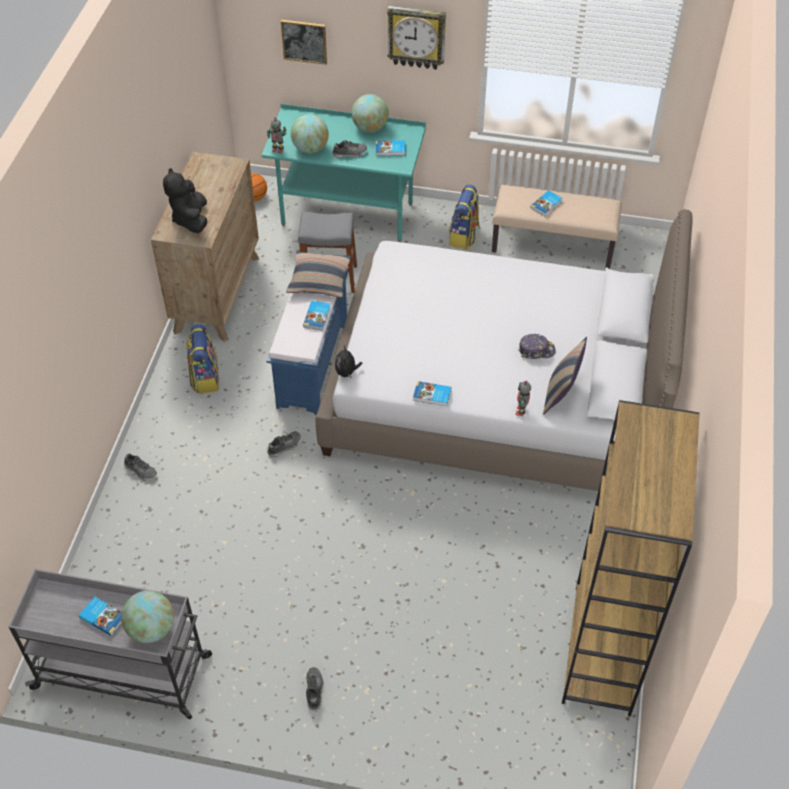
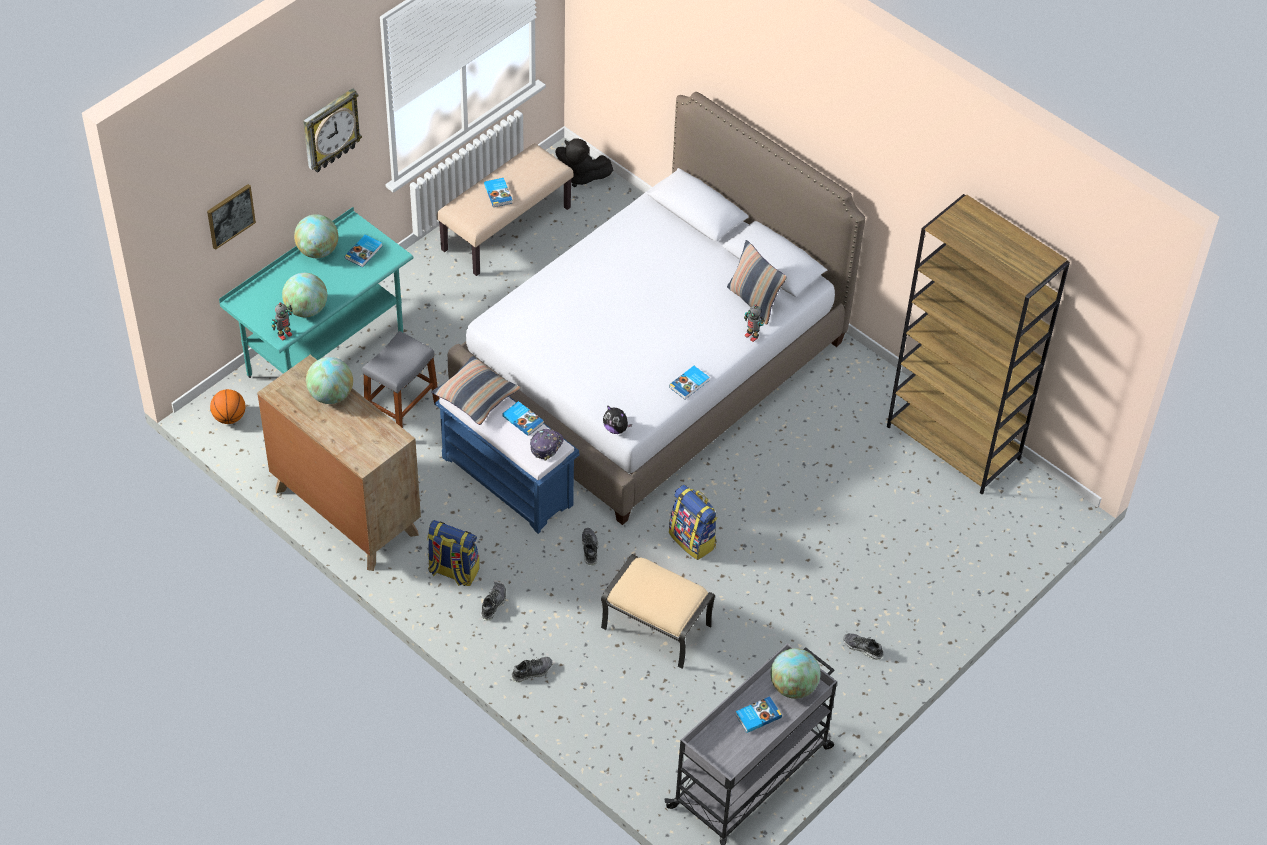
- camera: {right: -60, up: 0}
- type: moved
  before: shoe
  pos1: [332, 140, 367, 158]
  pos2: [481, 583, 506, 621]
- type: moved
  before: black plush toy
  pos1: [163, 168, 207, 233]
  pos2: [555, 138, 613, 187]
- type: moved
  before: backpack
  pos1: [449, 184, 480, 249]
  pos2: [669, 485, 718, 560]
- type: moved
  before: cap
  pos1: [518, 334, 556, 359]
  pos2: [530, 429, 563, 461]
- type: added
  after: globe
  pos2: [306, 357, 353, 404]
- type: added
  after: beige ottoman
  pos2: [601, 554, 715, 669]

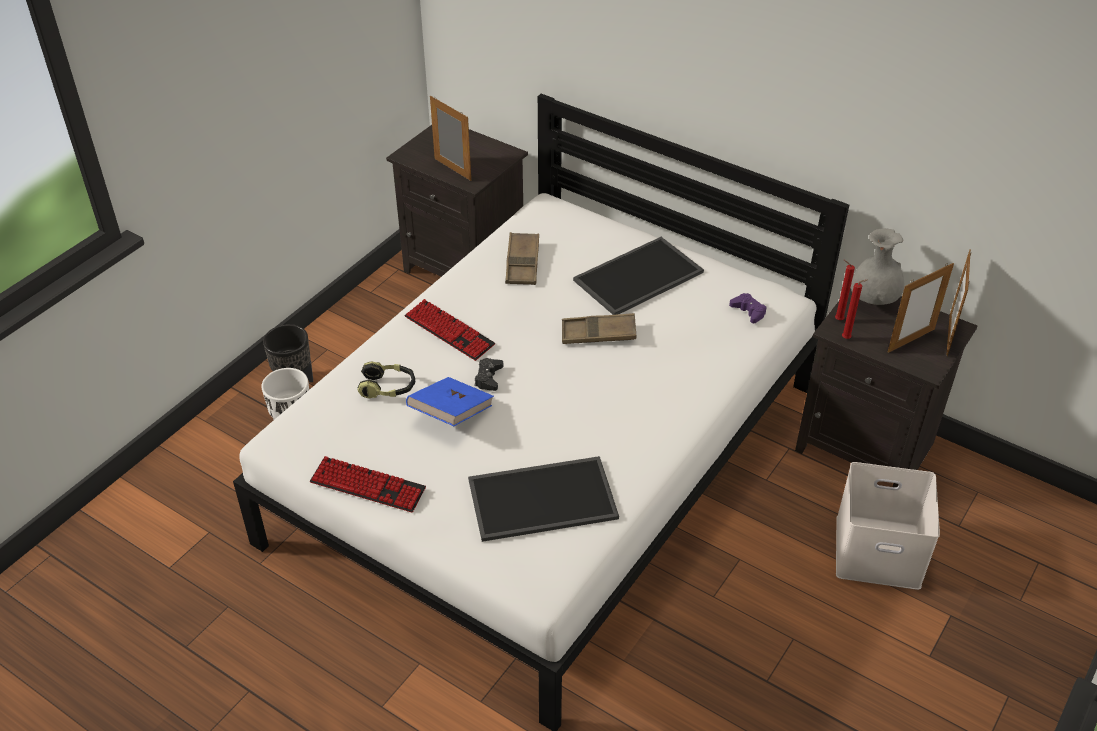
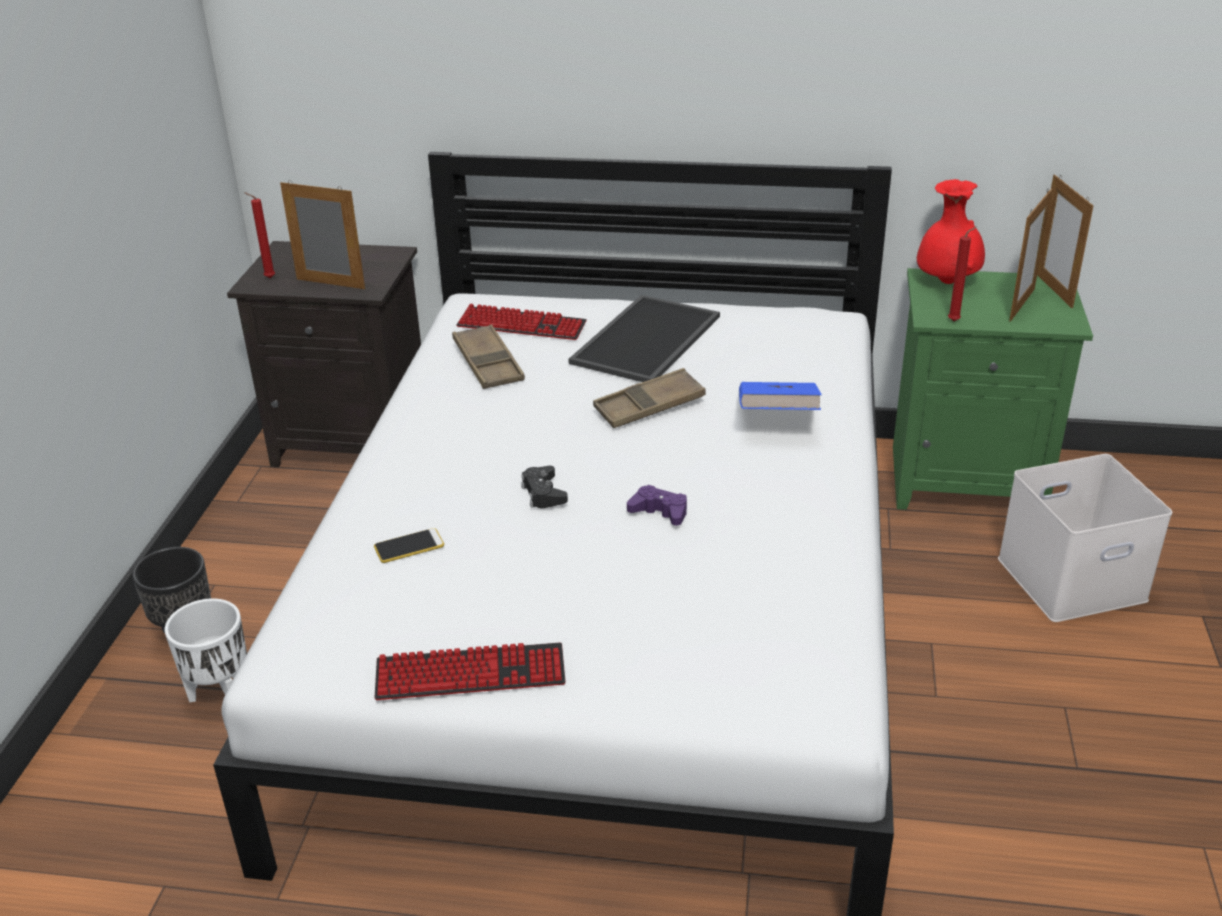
- camera: {right: -25, up: -10}
- type: recoloured
  before: grey vase
  after: red vase
  pos1: [850, 228, 904, 305]
  pos2: [917, 179, 985, 284]
- type: moved
  before: red candle
  pos1: [835, 260, 855, 320]
  pos2: [244, 192, 275, 278]
- type: recoloured
  before: black nightstand
  after: green nightstand
  pos1: [795, 288, 977, 487]
  pos2: [893, 268, 1093, 510]
- type: moved
  before: purple game controller
  pos1: [729, 293, 766, 323]
  pos2: [627, 485, 687, 526]
- type: moved
  before: keyboard
  pos1: [405, 299, 495, 361]
  pos2: [456, 304, 587, 340]
- type: replaced
  before: headphones
  after: phone
  pos1: [357, 361, 415, 399]
  pos2: [374, 528, 444, 563]
- type: moved
  before: blue book
  pos1: [406, 377, 494, 426]
  pos2: [739, 382, 822, 410]
- type: removed
  before: tray
  pos1: [468, 456, 619, 542]

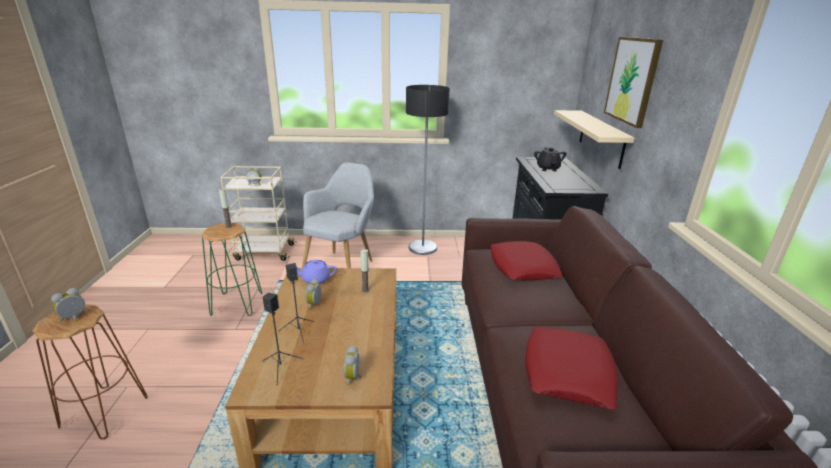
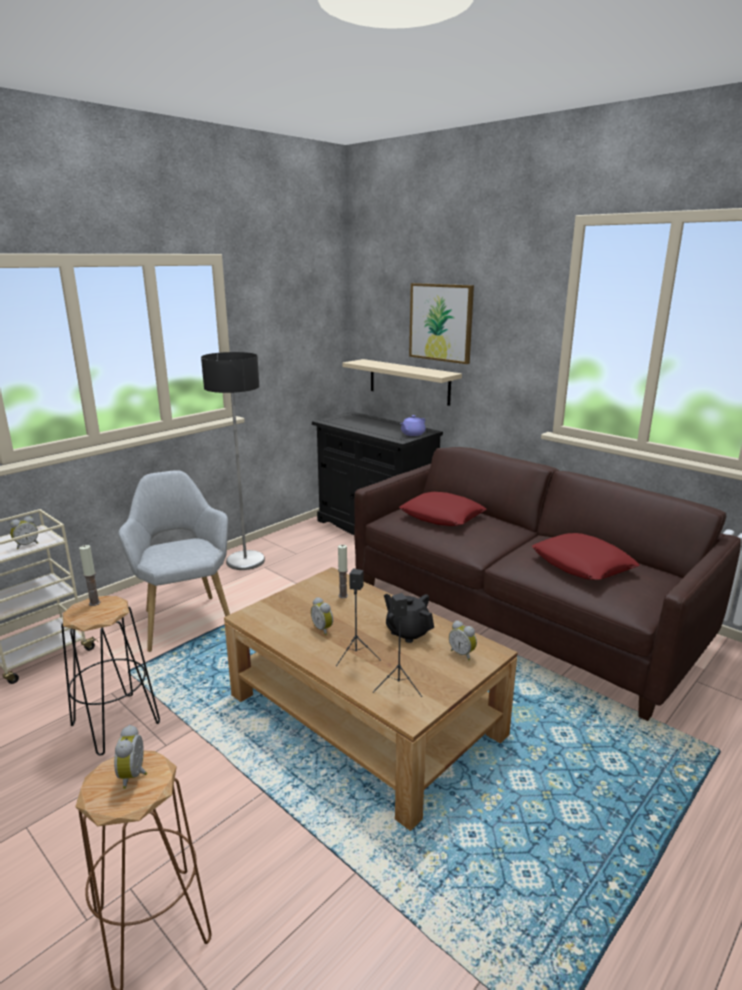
- camera: {right: -45, up: -5}
- type: moved
  before: black teapot
  pos1: [534, 148, 567, 171]
  pos2: [384, 594, 434, 643]
- type: recoloured
  before: green stool
  after: black stool
  pos1: [202, 223, 263, 316]
  pos2: [61, 596, 160, 756]
- type: moved
  before: purple teapot
  pos1: [296, 260, 337, 284]
  pos2: [400, 415, 426, 436]

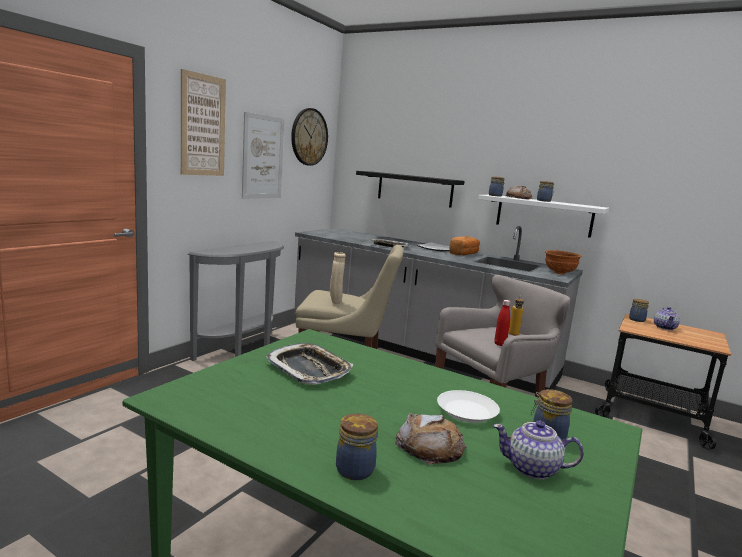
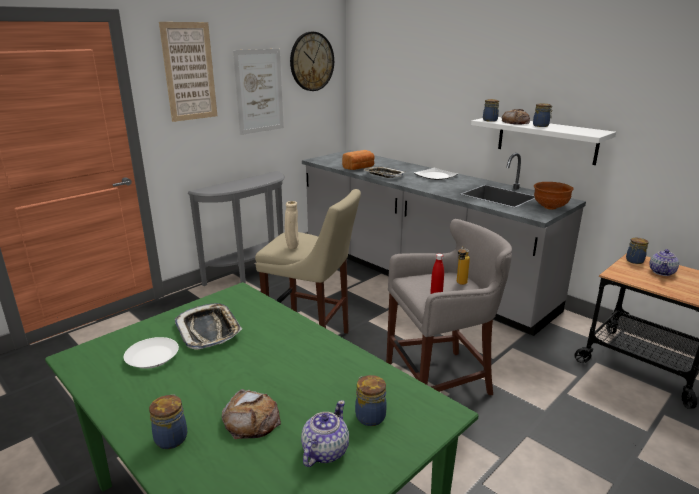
- camera: {right: 15, up: 10}
- type: removed
  before: black shelf
  pos1: [356, 171, 464, 208]
- type: moved
  before: bread
  pos1: [449, 236, 480, 255]
  pos2: [342, 150, 375, 170]
- type: moved
  before: white plate
  pos1: [437, 390, 500, 423]
  pos2: [124, 337, 179, 369]
- type: turned
  before: teapot
  pos1: [493, 421, 584, 480]
  pos2: [301, 400, 349, 467]
  turn: 90

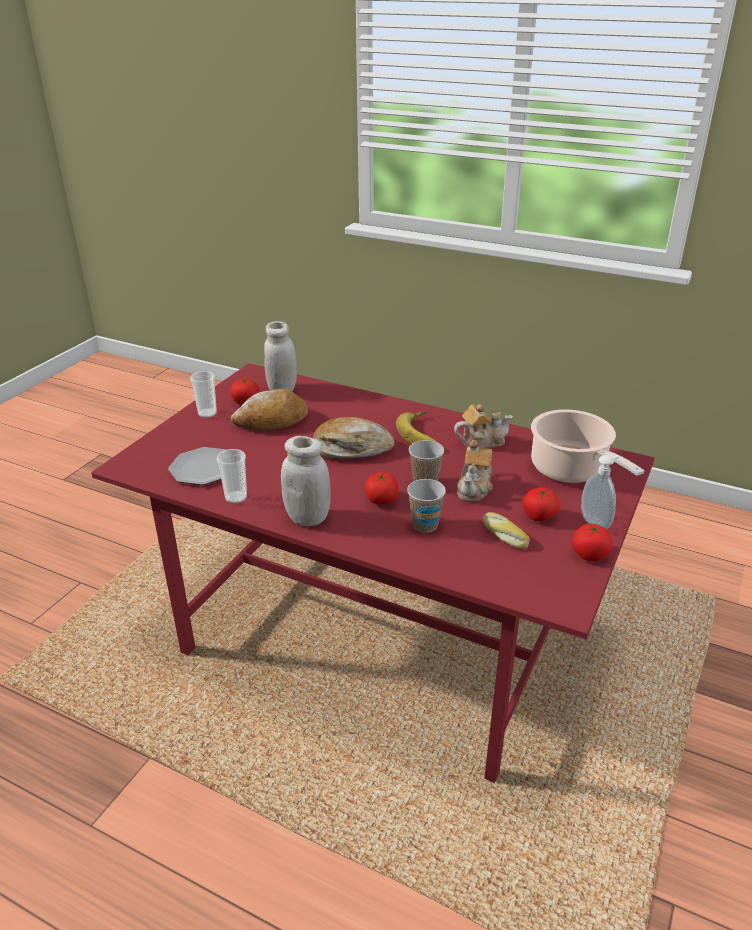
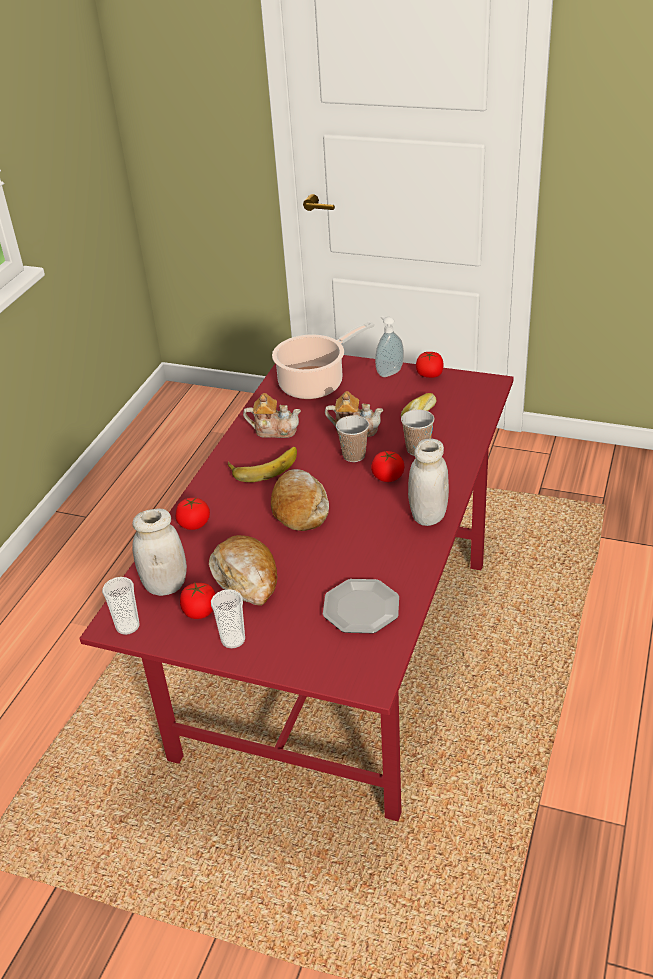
- camera: {right: -95, up: 5}
- type: turned
  before: teapot
  pos1: [454, 404, 513, 448]
  pos2: [243, 393, 301, 438]
  turn: 120
- type: moved
  before: cup
  pos1: [217, 449, 247, 504]
  pos2: [102, 577, 139, 635]
- type: moved
  before: tomato
  pos1: [523, 487, 560, 521]
  pos2: [175, 498, 210, 530]

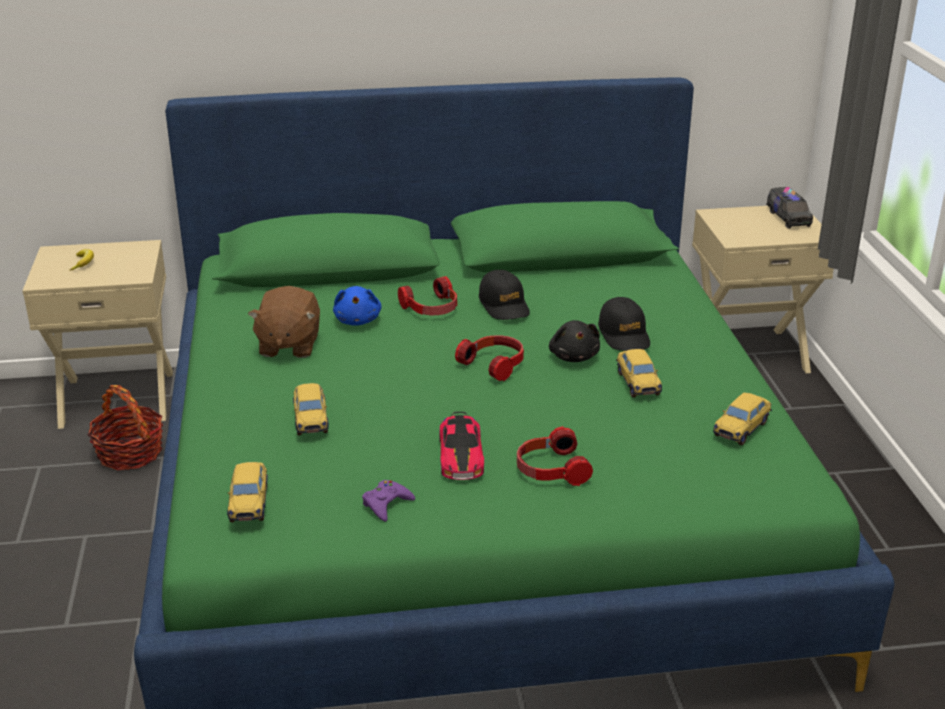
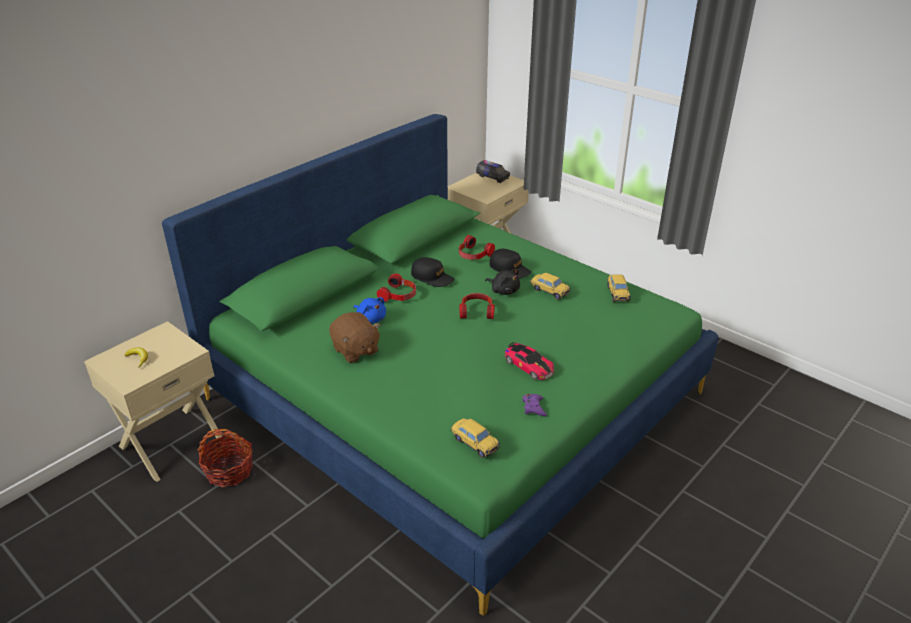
- camera: {right: -40, up: 5}
- type: removed
  before: toy car
  pos1: [293, 383, 329, 436]
- type: moved
  before: headphones
  pos1: [517, 426, 593, 486]
  pos2: [459, 235, 495, 260]

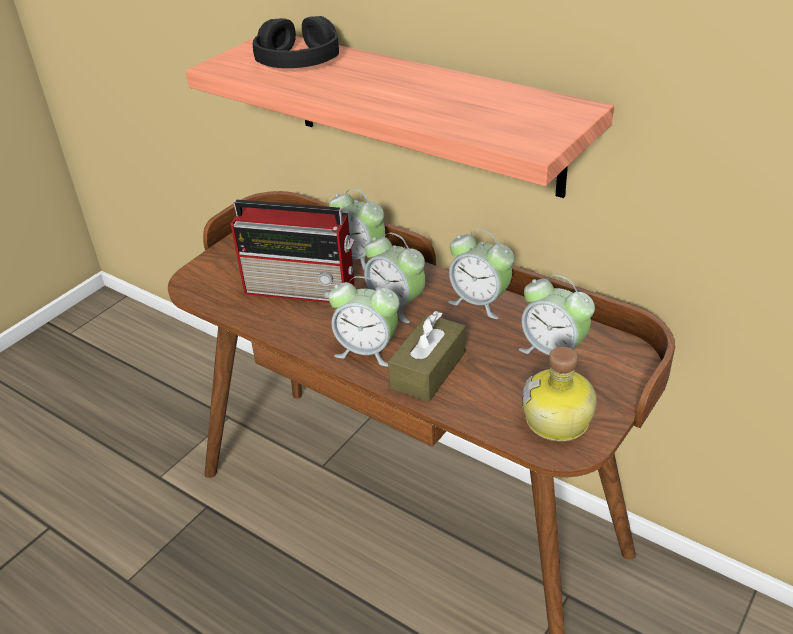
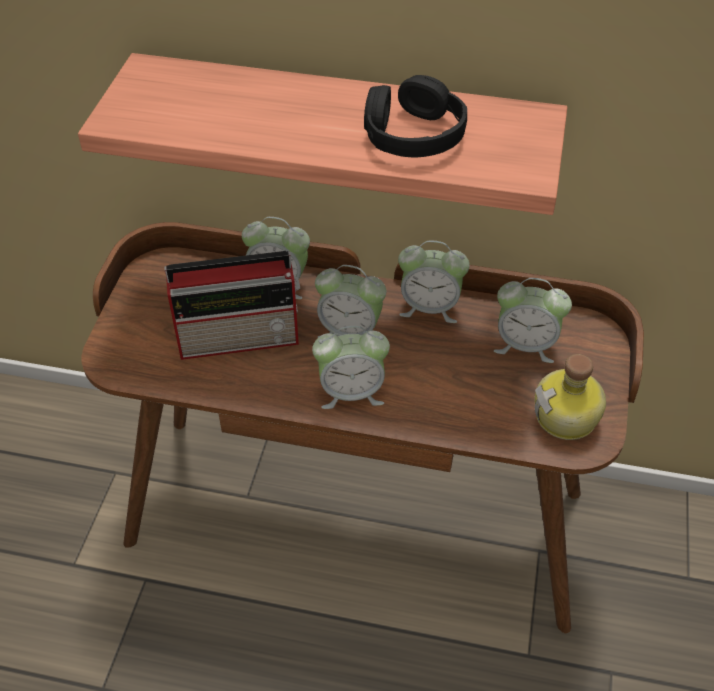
- camera: {right: -25, up: 10}
- type: moved
  before: black headphones
  pos1: [253, 16, 339, 68]
  pos2: [364, 75, 467, 157]
- type: removed
  before: brown tissue box
  pos1: [388, 311, 466, 402]

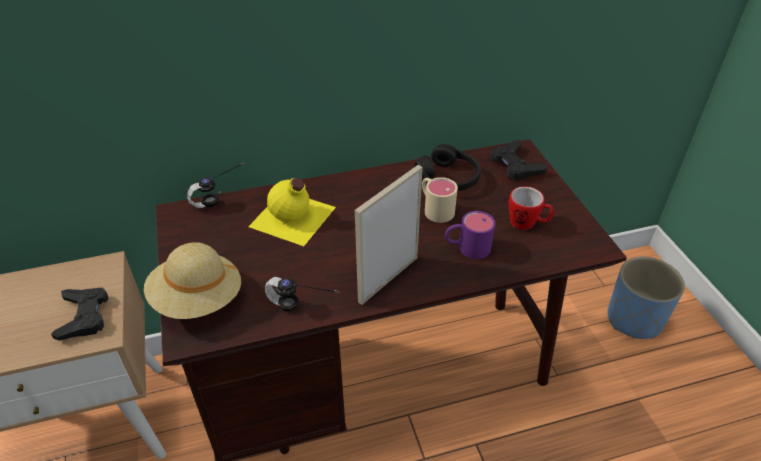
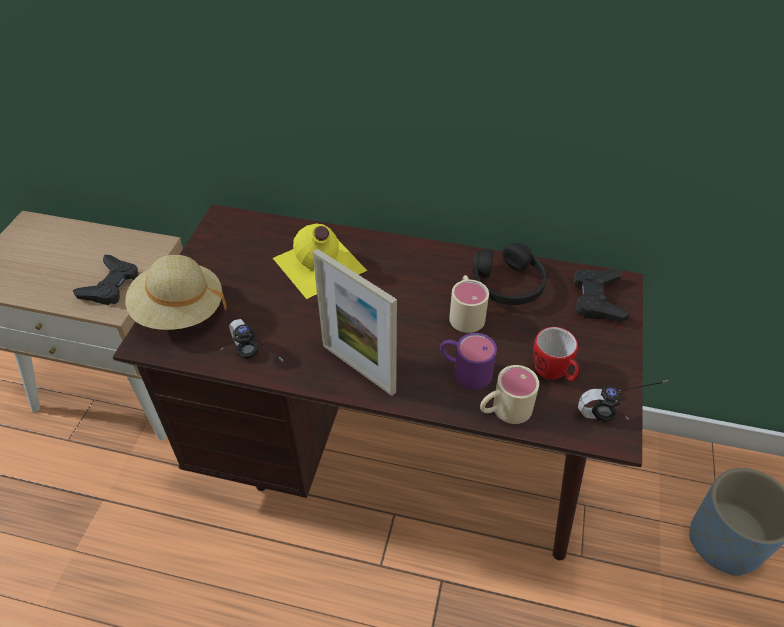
- camera: {right: 30, up: 5}
- type: moved
  before: headphones
  pos1: [187, 162, 245, 208]
  pos2: [578, 380, 669, 422]
- type: turned
  before: picture frame
  pos1: [355, 165, 423, 305]
  pos2: [312, 249, 397, 396]
  turn: -120
- type: added
  after: beige mug
  pos2: [480, 365, 539, 424]

